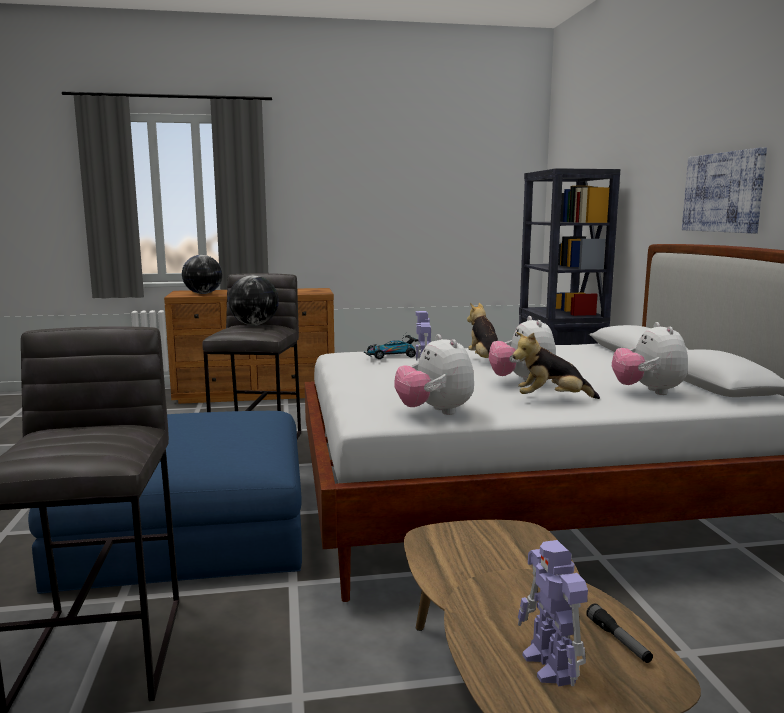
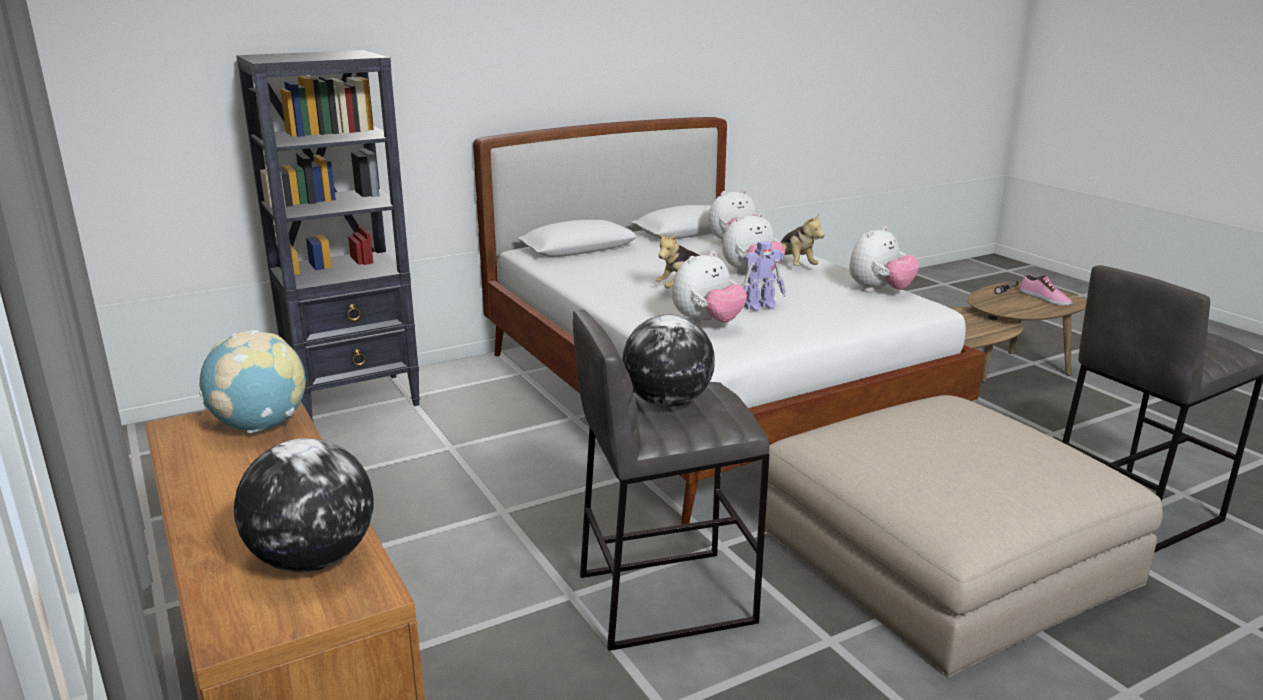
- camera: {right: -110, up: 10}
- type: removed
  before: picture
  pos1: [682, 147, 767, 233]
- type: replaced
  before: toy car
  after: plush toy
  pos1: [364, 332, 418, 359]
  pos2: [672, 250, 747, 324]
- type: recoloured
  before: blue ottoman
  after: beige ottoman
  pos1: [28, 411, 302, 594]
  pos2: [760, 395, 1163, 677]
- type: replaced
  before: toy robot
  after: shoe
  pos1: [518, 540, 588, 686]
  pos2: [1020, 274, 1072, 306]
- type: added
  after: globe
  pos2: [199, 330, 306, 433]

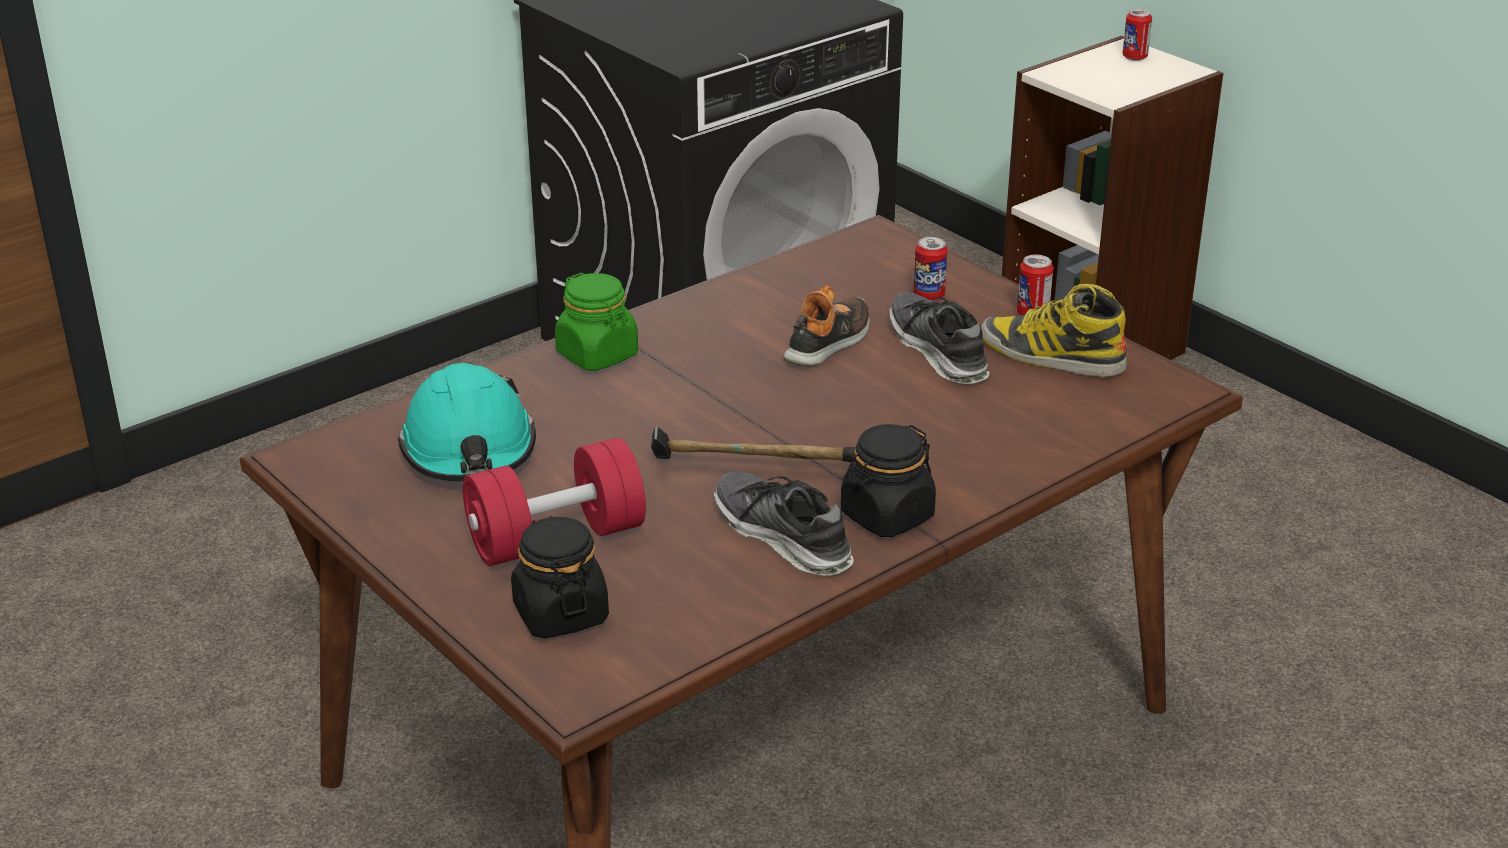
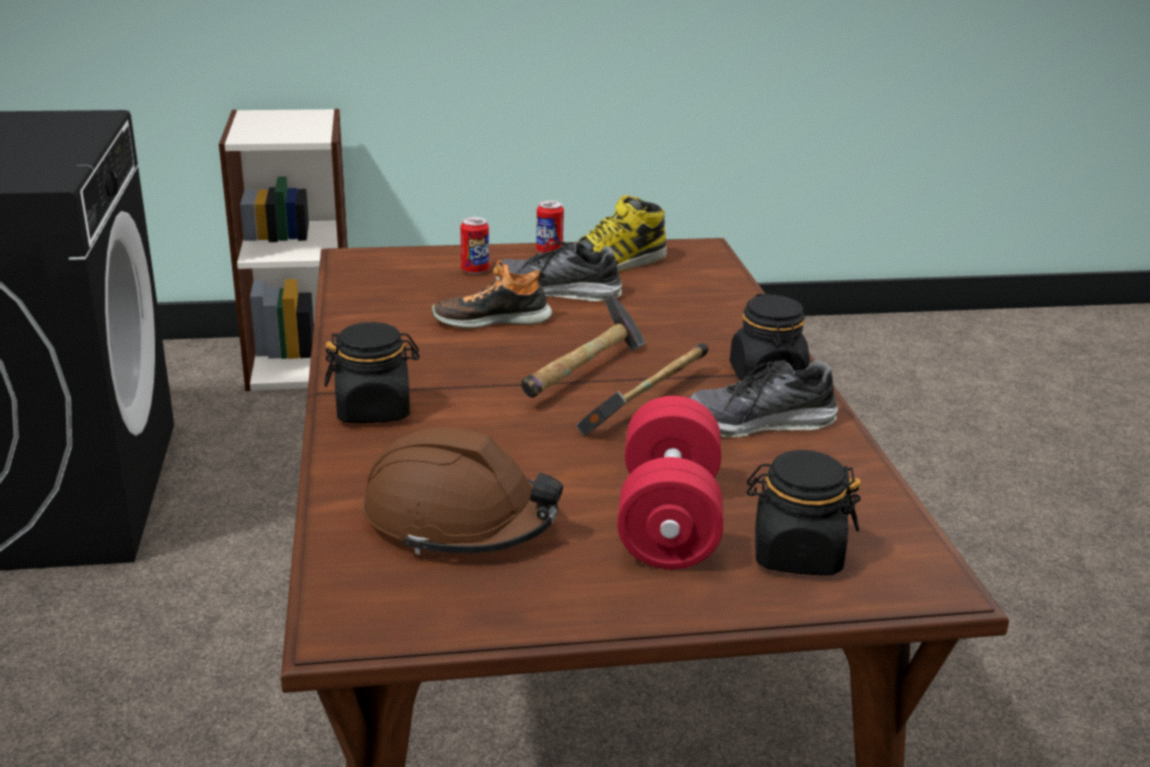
- camera: {right: -60, up: -5}
- type: removed
  before: can
  pos1: [1122, 8, 1152, 61]
- type: recoloured
  before: green jar
  after: black jar
  pos1: [555, 273, 638, 371]
  pos2: [324, 322, 420, 423]
- type: turned
  before: shoe
  pos1: [783, 285, 870, 366]
  pos2: [431, 260, 552, 328]
  turn: -75
- type: recoloured
  before: turquoise hard hat
  after: brown hard hat
  pos1: [398, 363, 536, 481]
  pos2: [363, 427, 563, 555]
- type: added
  after: hammer
  pos2: [521, 294, 646, 398]

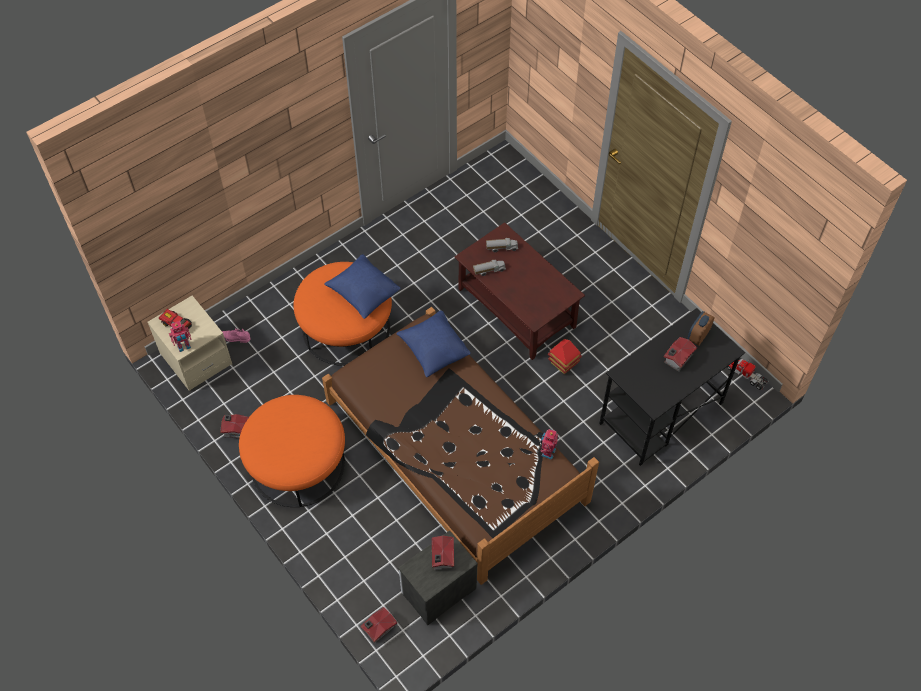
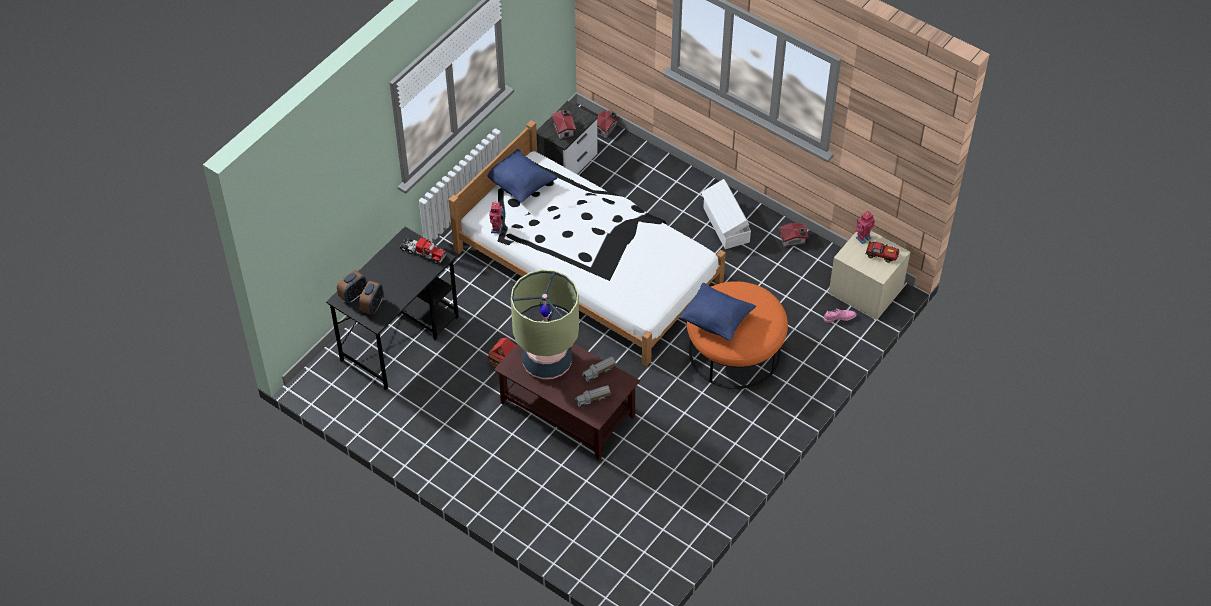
- camera: {right: 165, up: -5}
- type: recoloured
  before: brown bed
  after: white bed
  pos1: [322, 307, 599, 585]
  pos2: [449, 120, 726, 367]
- type: moved
  before: blue pillow
  pos1: [397, 310, 471, 377]
  pos2: [487, 149, 557, 202]
- type: removed
  before: toy house
  pos1: [664, 337, 697, 372]
- type: moved
  before: toy truck
  pos1: [727, 359, 769, 391]
  pos2: [400, 238, 446, 264]
- type: replaced
  before: orange ottoman
  after: white storage box
  pos1: [239, 395, 345, 507]
  pos2: [701, 179, 751, 249]
- type: added
  after: table lamp
  pos2: [511, 269, 579, 379]
- type: added
  after: alarm clock
  pos2: [337, 270, 367, 303]

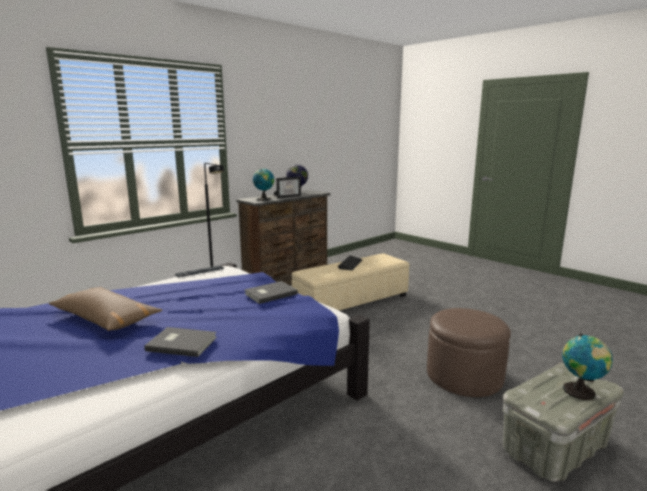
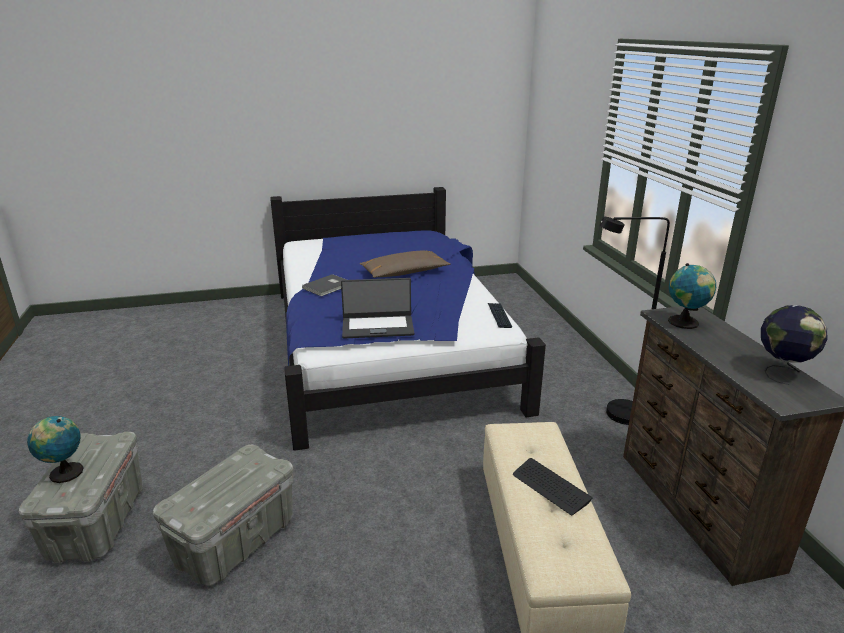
- camera: {right: 120, up: 10}
- type: removed
  before: picture frame
  pos1: [274, 176, 301, 198]
- type: replaced
  before: grey book
  after: laptop
  pos1: [244, 281, 298, 304]
  pos2: [341, 278, 414, 339]
- type: replaced
  before: brown ottoman
  after: grey storage box
  pos1: [427, 308, 511, 397]
  pos2: [153, 445, 293, 586]

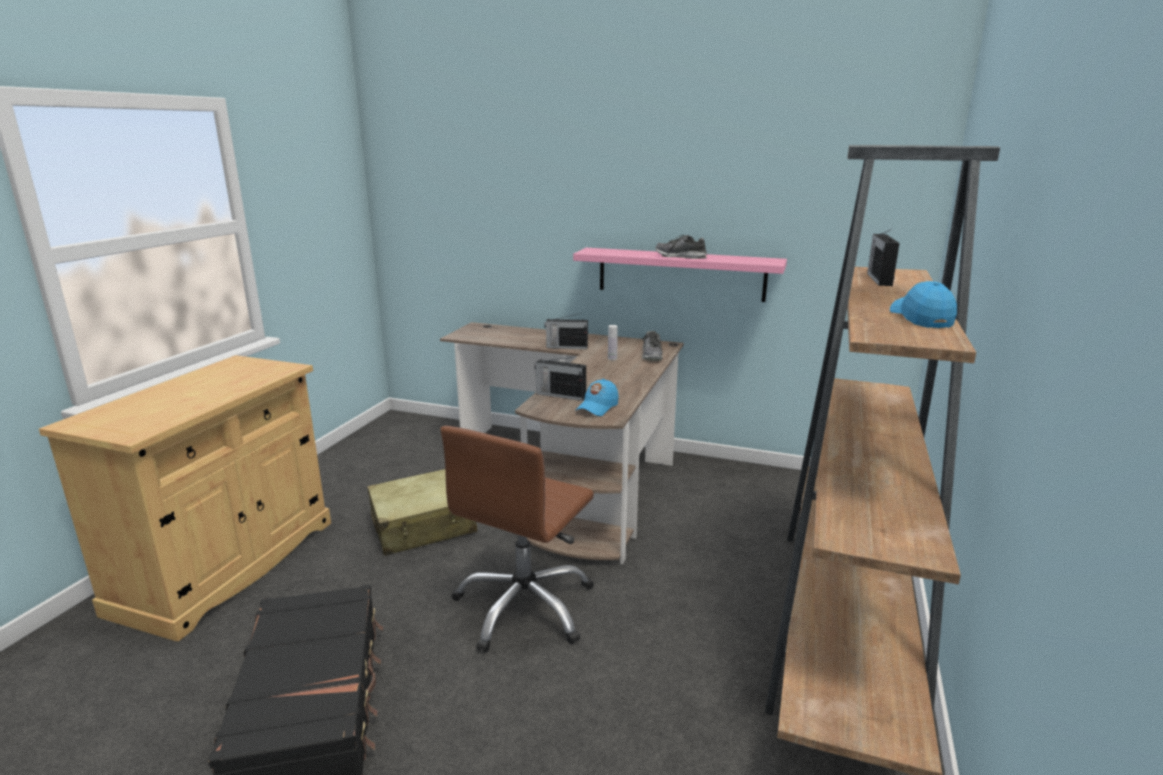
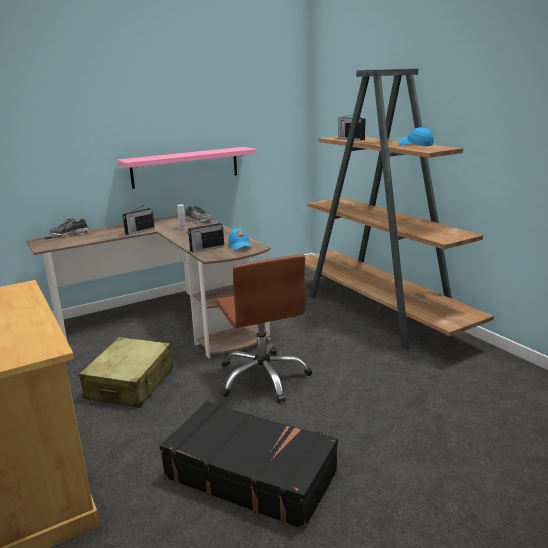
- camera: {right: -50, up: 0}
- type: moved
  before: shoe
  pos1: [655, 235, 707, 259]
  pos2: [49, 218, 89, 237]

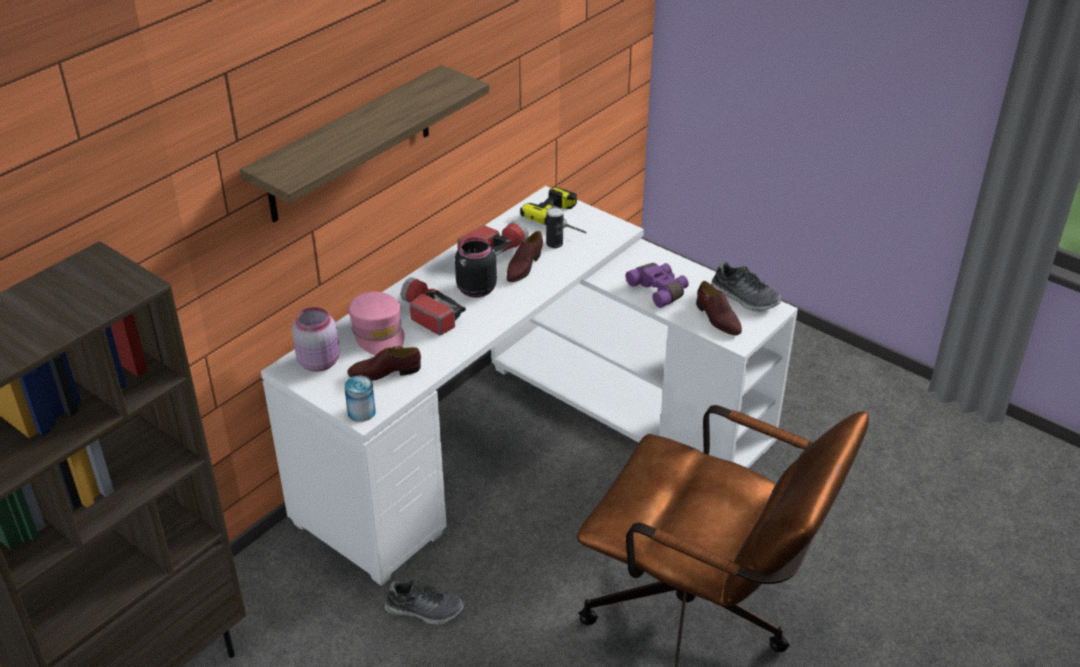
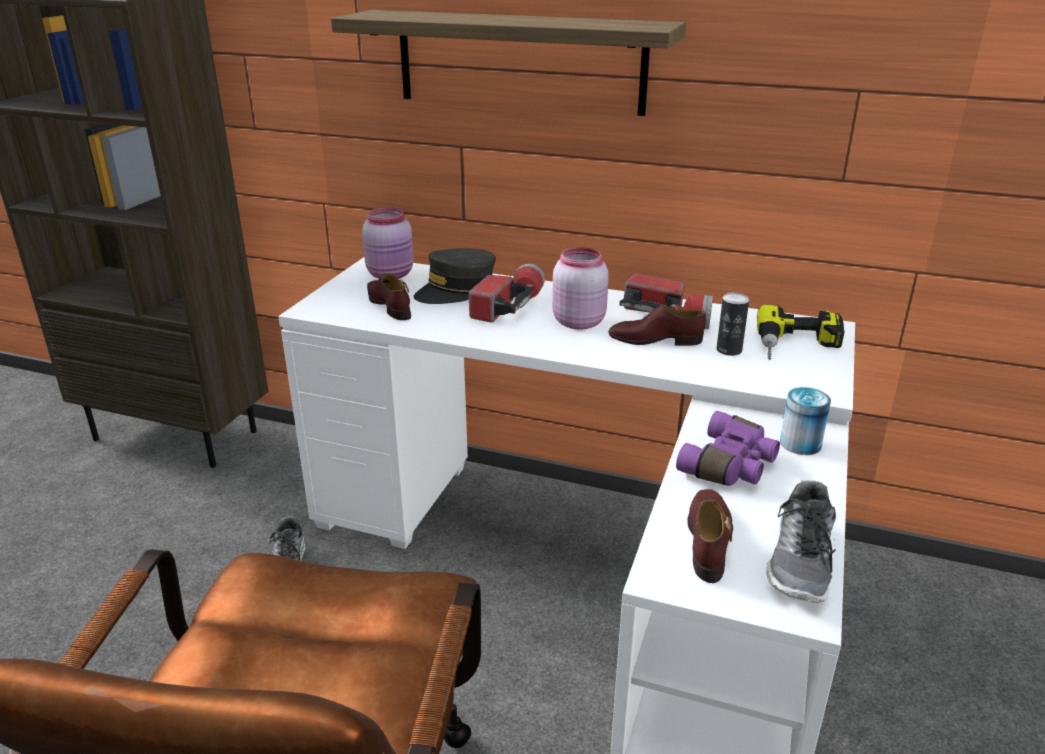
- camera: {right: 70, up: -10}
- type: recoloured
  before: black jar
  after: pink jar
  pos1: [455, 237, 497, 298]
  pos2: [552, 247, 609, 330]
- type: turned
  before: brown shoe
  pos1: [696, 281, 742, 335]
  pos2: [688, 489, 733, 583]
  turn: 150
- type: recoloured
  before: pink cap
  after: grey cap
  pos1: [348, 291, 405, 356]
  pos2: [413, 248, 496, 304]
- type: moved
  before: can
  pos1: [344, 376, 376, 422]
  pos2: [780, 387, 831, 455]

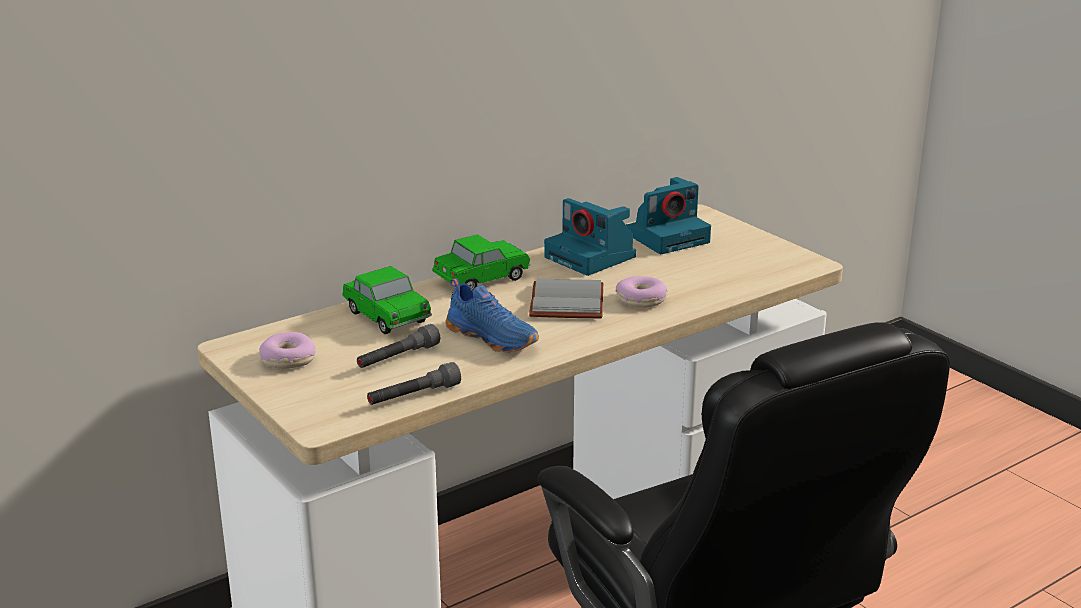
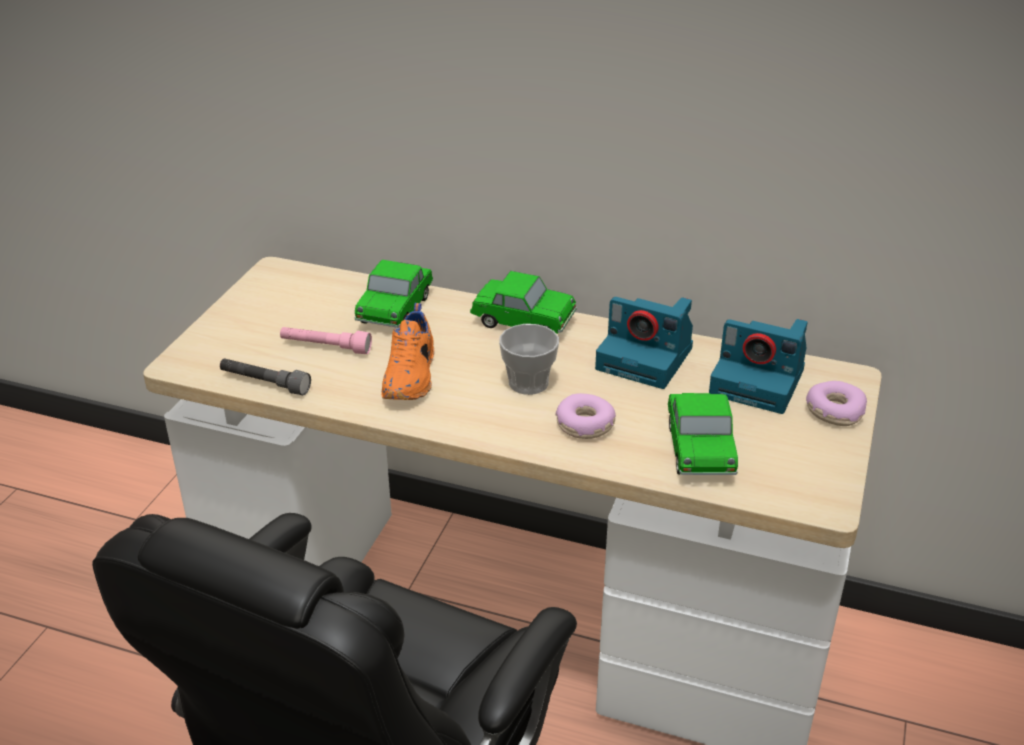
- camera: {right: 55, up: 10}
- type: turned
  before: photo camera
  pos1: [544, 198, 636, 276]
  pos2: [595, 297, 693, 389]
  turn: -75
- type: recoloured
  before: blue shoe
  after: orange shoe
  pos1: [446, 278, 539, 353]
  pos2: [381, 303, 434, 400]
- type: replaced
  before: grey book
  after: cup
  pos1: [529, 279, 603, 318]
  pos2: [499, 324, 559, 395]
- type: recoloured
  before: grey flashlight
  after: pink flashlight
  pos1: [357, 324, 440, 368]
  pos2: [280, 327, 372, 354]
- type: moved
  before: donut
  pos1: [259, 332, 315, 369]
  pos2: [806, 381, 867, 426]
- type: added
  after: toy car
  pos2: [668, 393, 738, 475]

